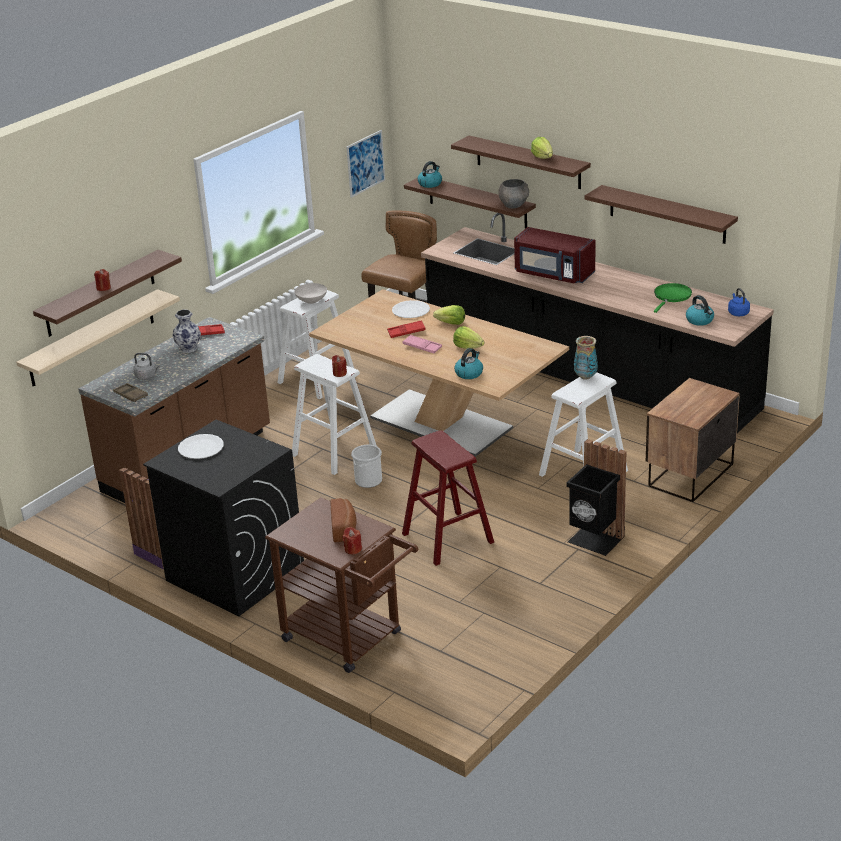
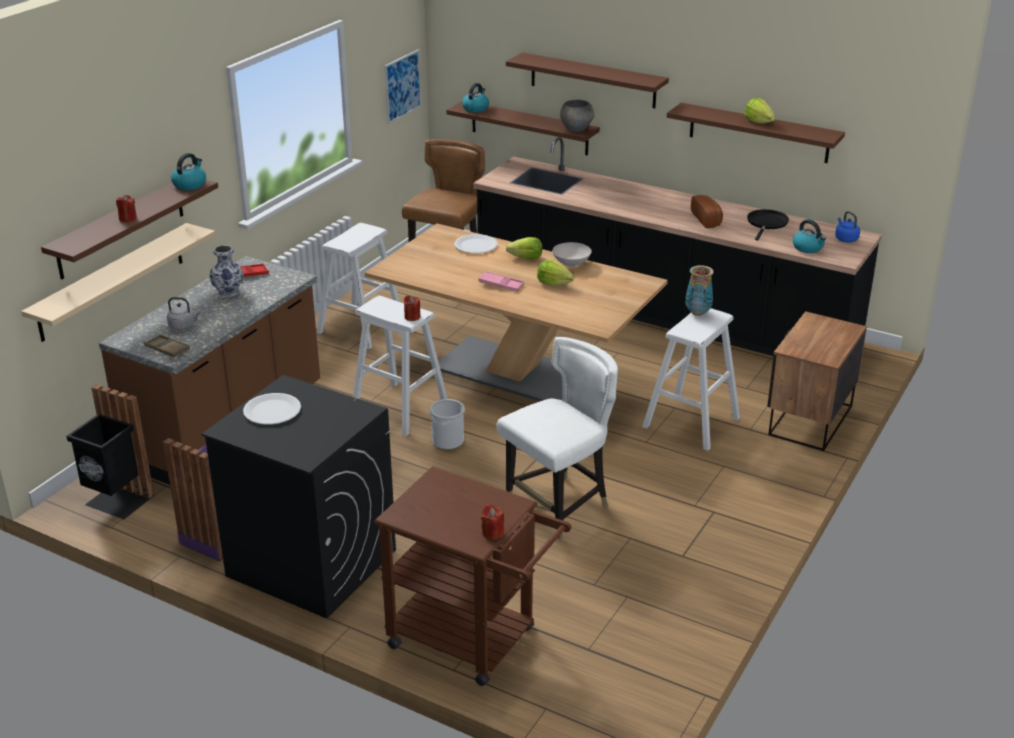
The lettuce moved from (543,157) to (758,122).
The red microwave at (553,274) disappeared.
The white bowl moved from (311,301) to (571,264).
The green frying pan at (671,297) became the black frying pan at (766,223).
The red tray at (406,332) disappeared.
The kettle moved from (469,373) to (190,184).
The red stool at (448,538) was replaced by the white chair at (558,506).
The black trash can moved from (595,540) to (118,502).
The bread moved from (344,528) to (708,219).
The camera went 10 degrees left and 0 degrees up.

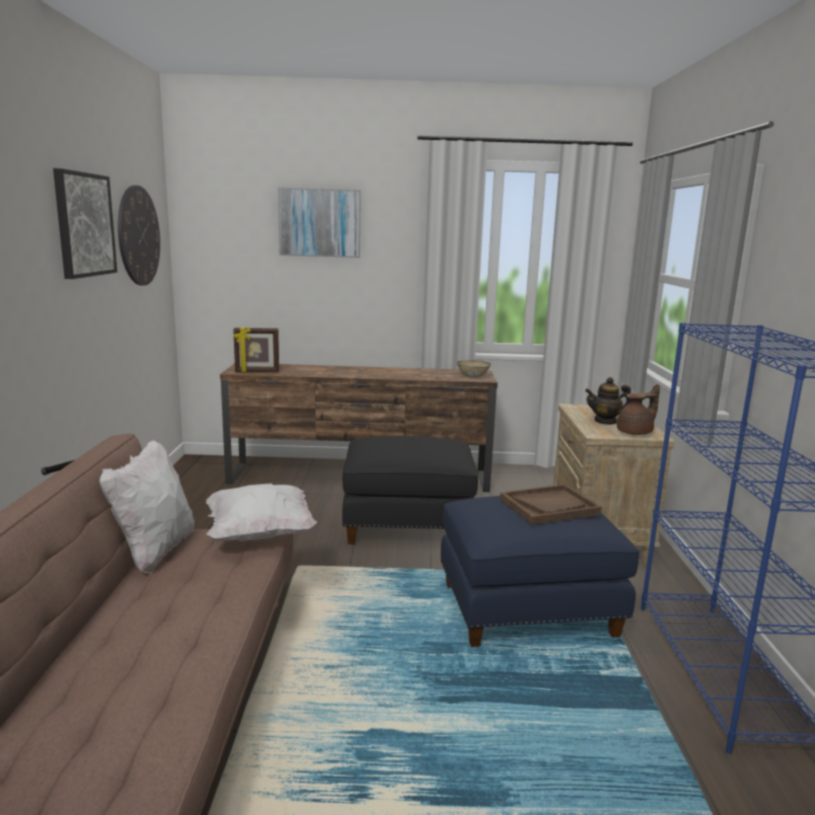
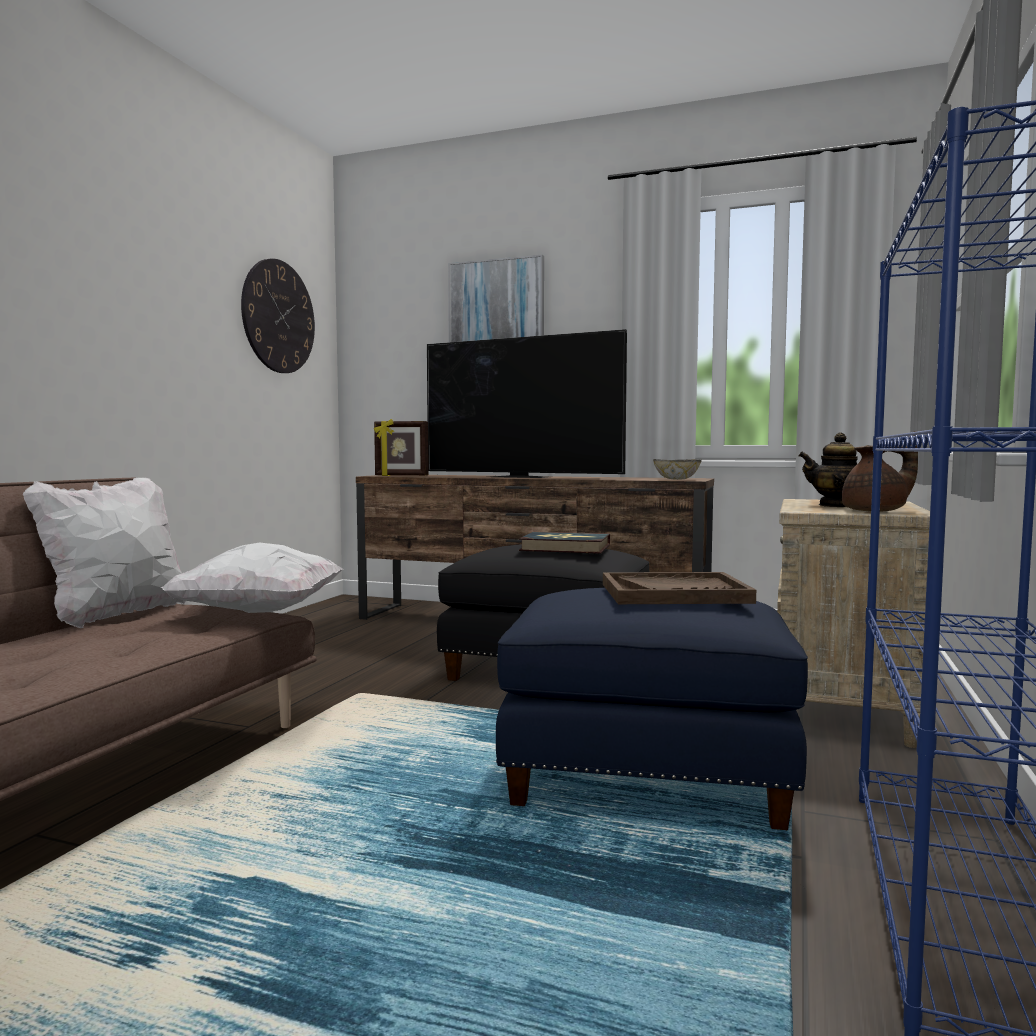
The picture at (84,225) disappeared.
The television at (520,476) appeared.
The book at (565,547) appeared.
The camera went 20 degrees right and 10 degrees down.

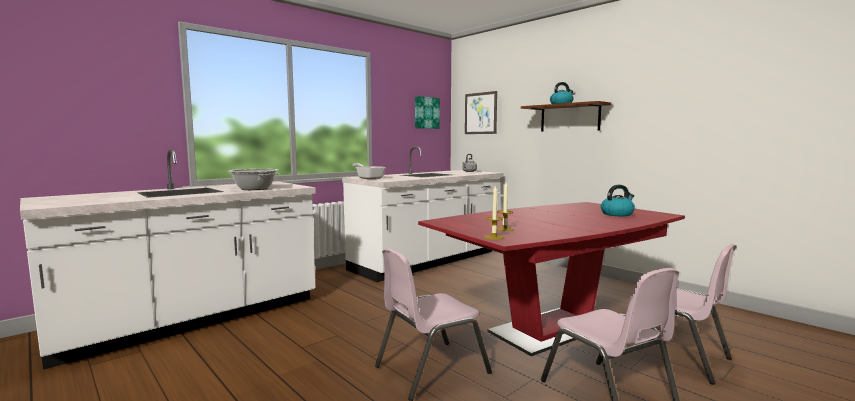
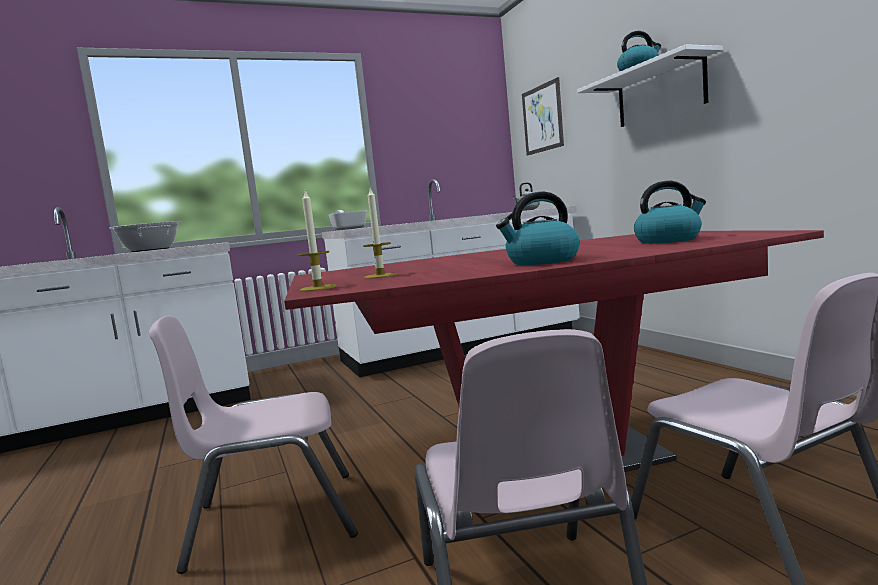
The picture at (426,112) disappeared.
The brown shelf at (569,118) became the white shelf at (660,93).
The kettle at (542,261) appeared.
The camera went 20 degrees right and 0 degrees up.

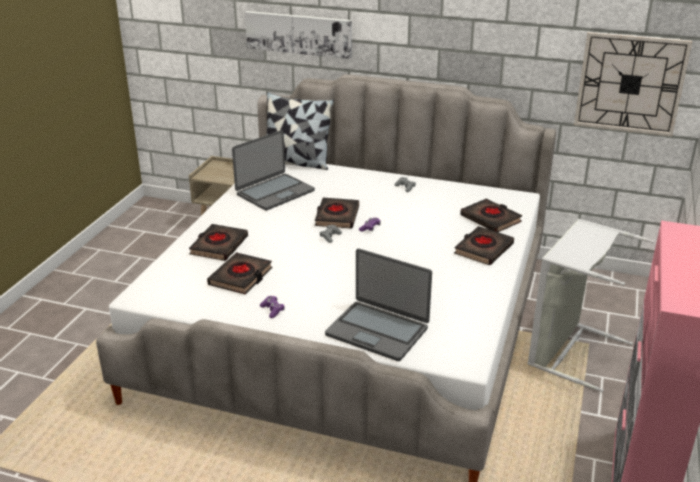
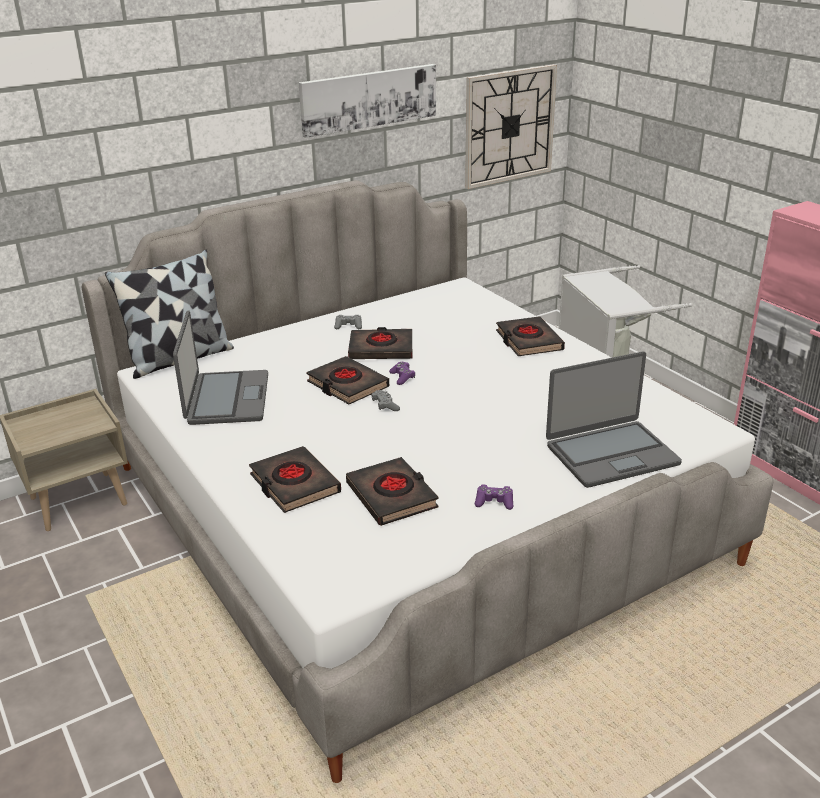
The picture moved from (299,34) to (368,99).
The black book moved from (490,219) to (381,349).
The camera went 50 degrees left and 0 degrees up.

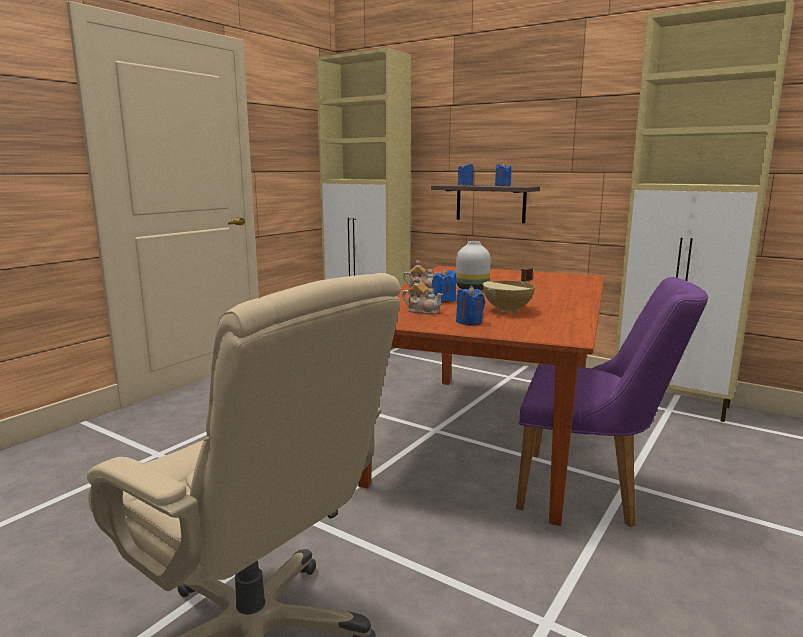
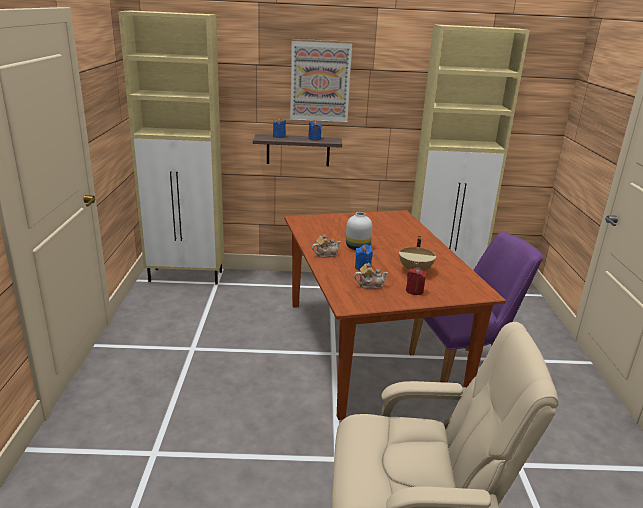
The blue candle at (469,322) became the red candle at (414,291).
The picture at (320,82) appeared.
The camera went 35 degrees left and 10 degrees up.

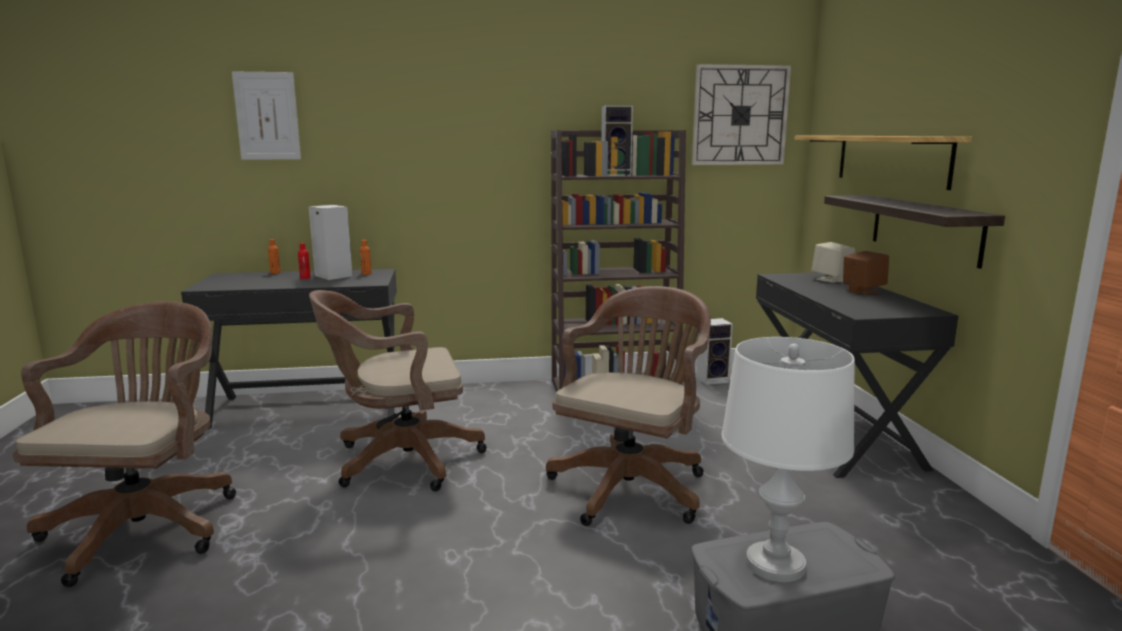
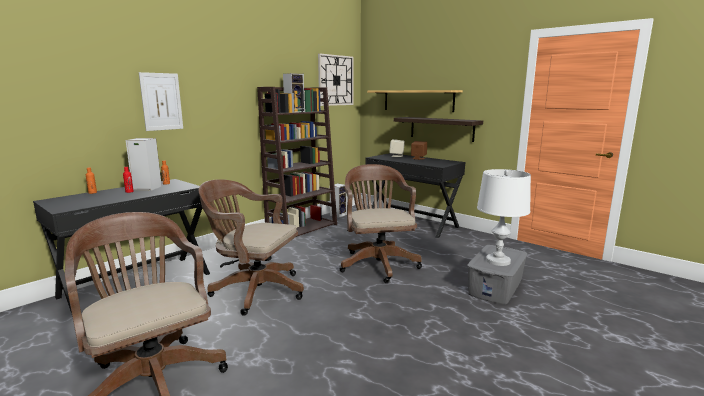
The picture moved from (267,116) to (161,101).
The brown office chair at (400,461) turned 75 degrees clockwise.
The camera went 40 degrees left and 0 degrees up.

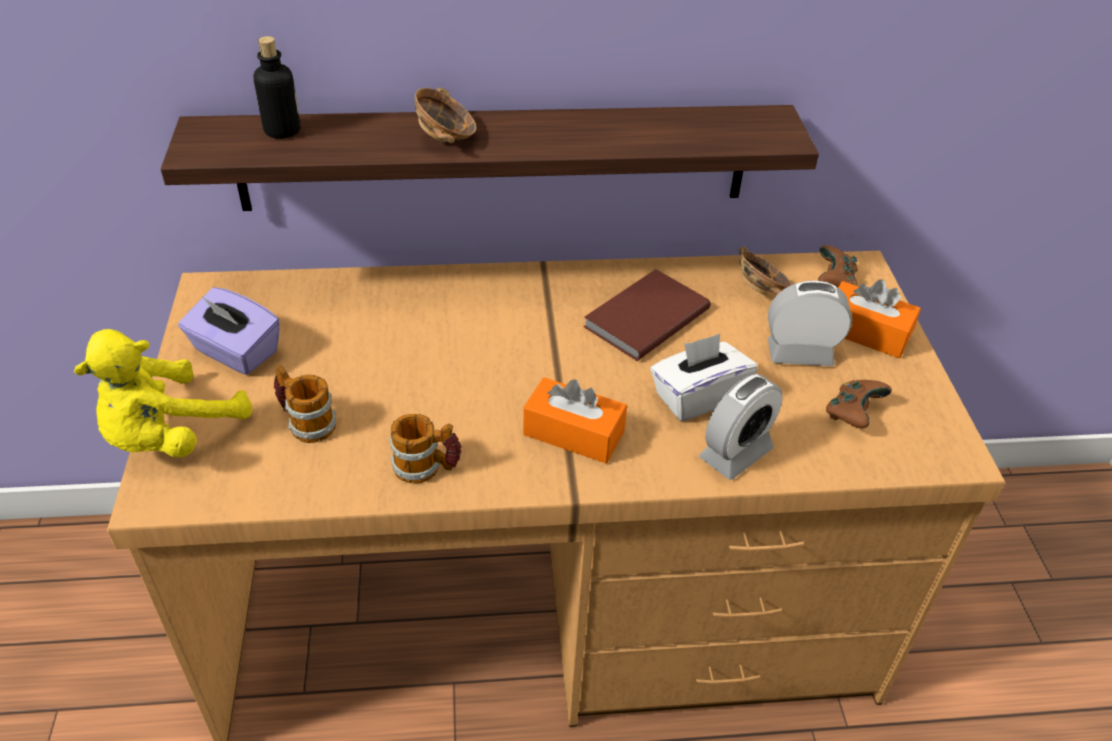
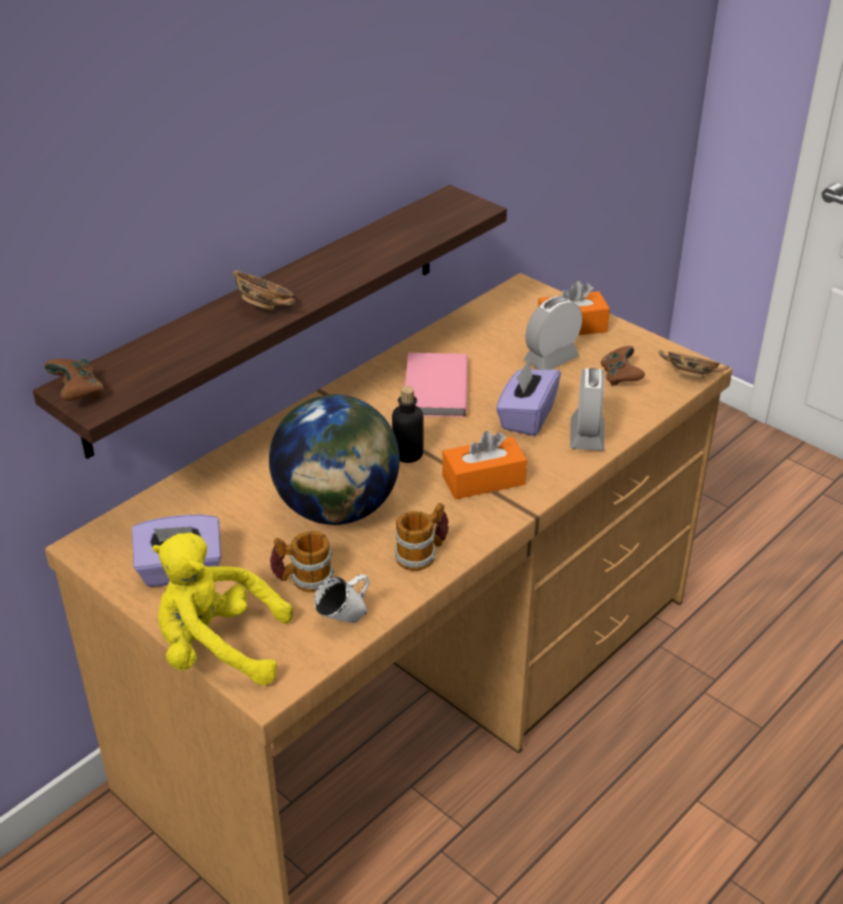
The bottle moved from (282,130) to (407,454).
The brown game controller moved from (834,282) to (78,393).
The bowl moved from (761,289) to (690,376).
The brown book at (643,317) became the pink book at (433,389).
The yellow plush toy at (170,436) turned 105 degrees clockwise.
The white tissue box at (697,397) became the purple tissue box at (526,417).
The globe at (337,509) appeared.
The white mug at (344,621) appeared.
The camera went 40 degrees left and 5 degrees down.

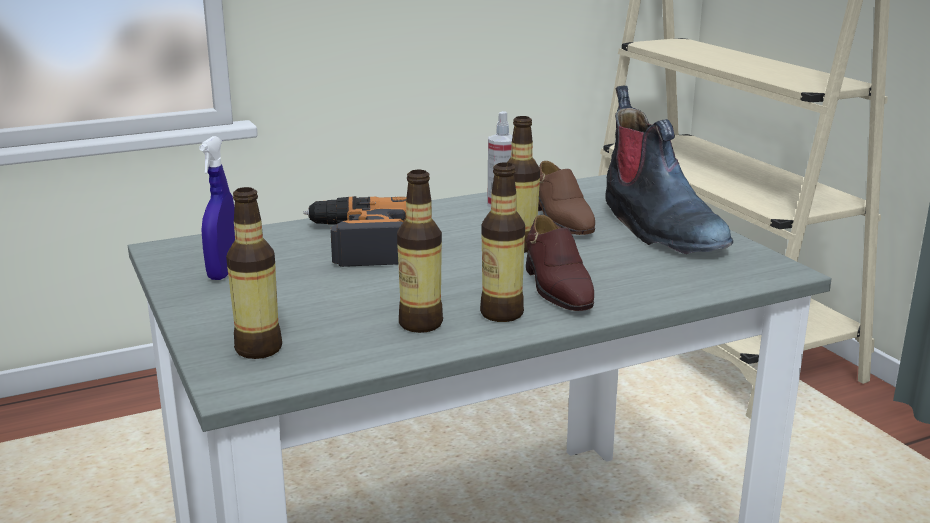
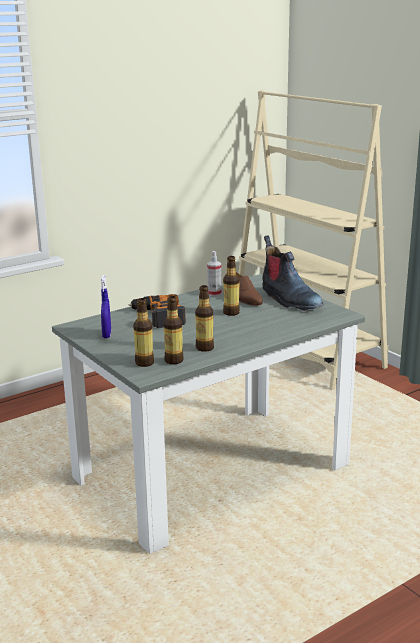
The bottle moved from (502,314) to (174,361).
The brown shoe at (557,287) disappeared.
The camera went 10 degrees left and 0 degrees up.

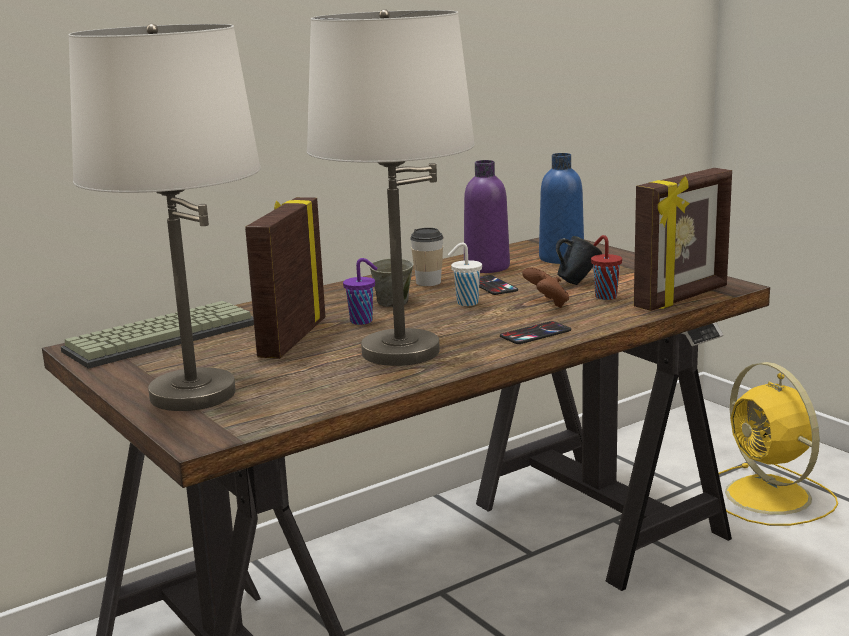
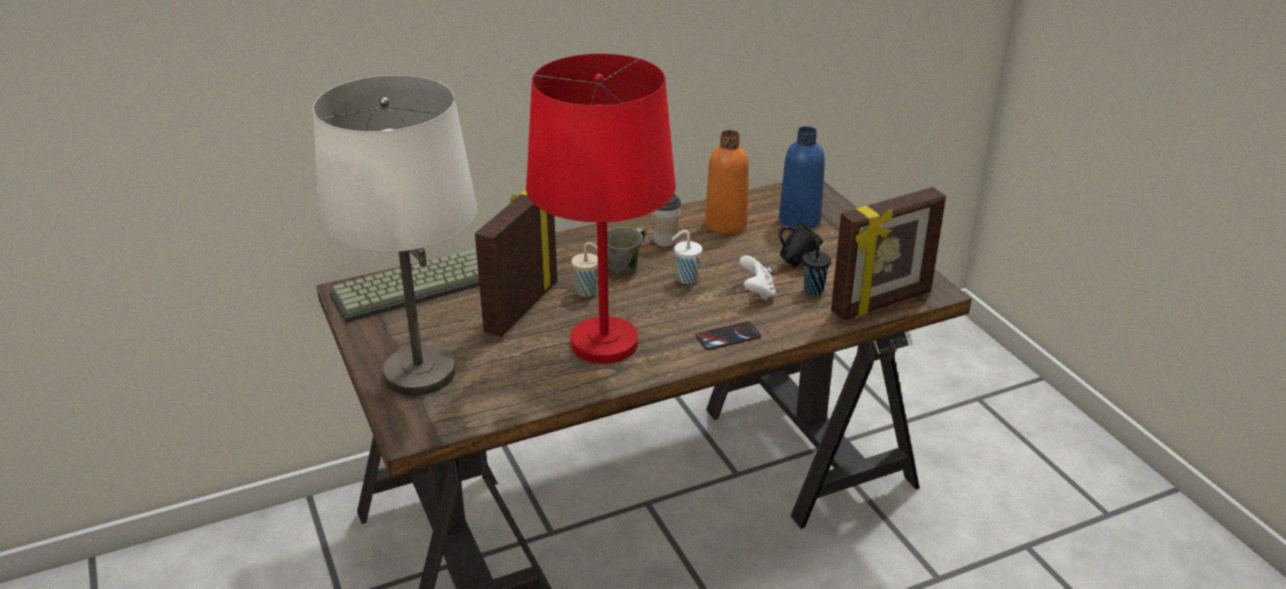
The white table lamp at (401,352) became the red table lamp at (604,344).
The purple bottle at (486,267) became the orange bottle at (726,224).
The red cup at (605,297) became the black cup at (813,289).
The purple cup at (363,321) became the beige cup at (588,292).
The brown game controller at (547,304) became the white game controller at (756,292).
The phone at (492,286) disappeared.
The yellow fan at (770,497) disappeared.
The camera went 10 degrees right and 15 degrees up.

